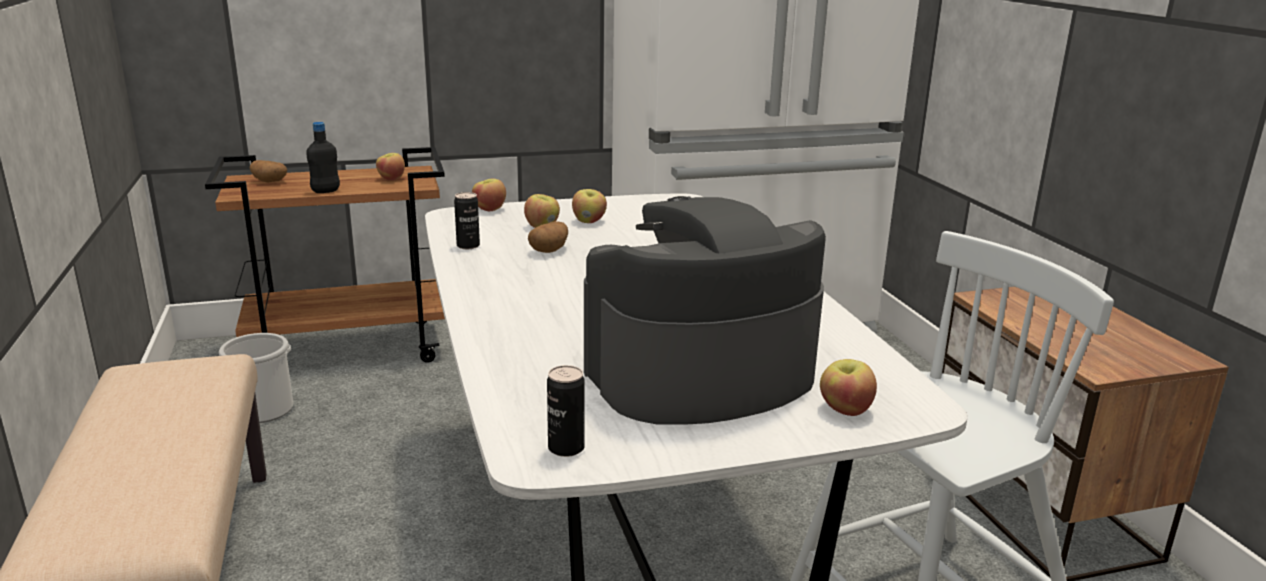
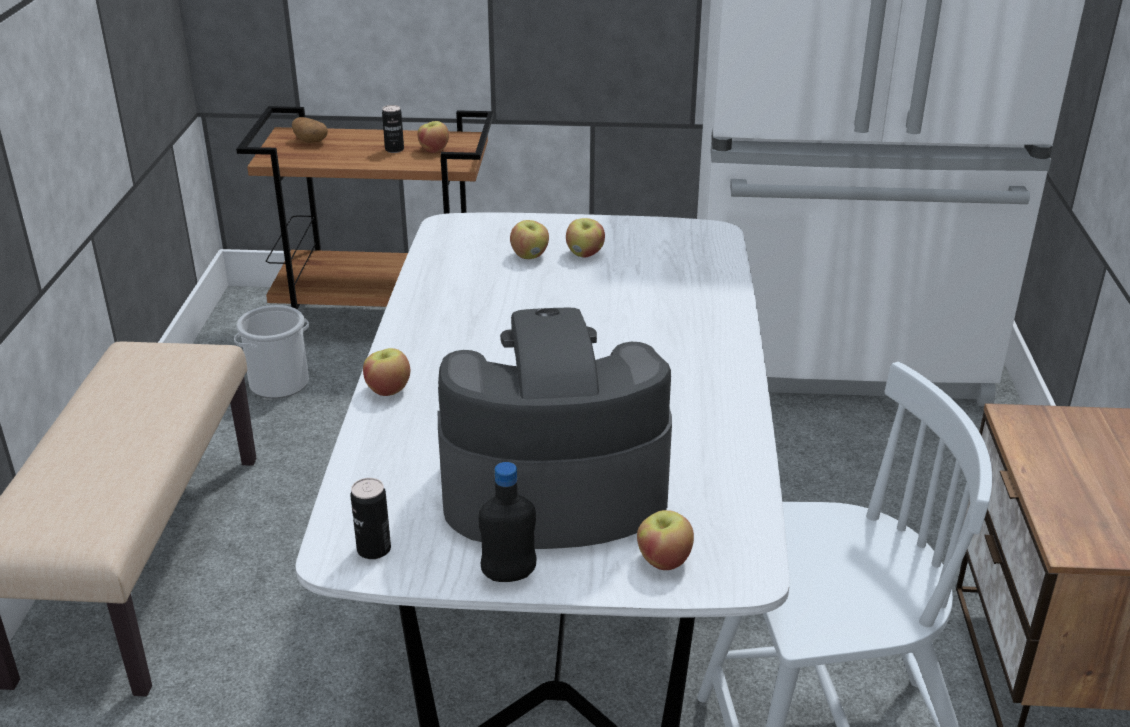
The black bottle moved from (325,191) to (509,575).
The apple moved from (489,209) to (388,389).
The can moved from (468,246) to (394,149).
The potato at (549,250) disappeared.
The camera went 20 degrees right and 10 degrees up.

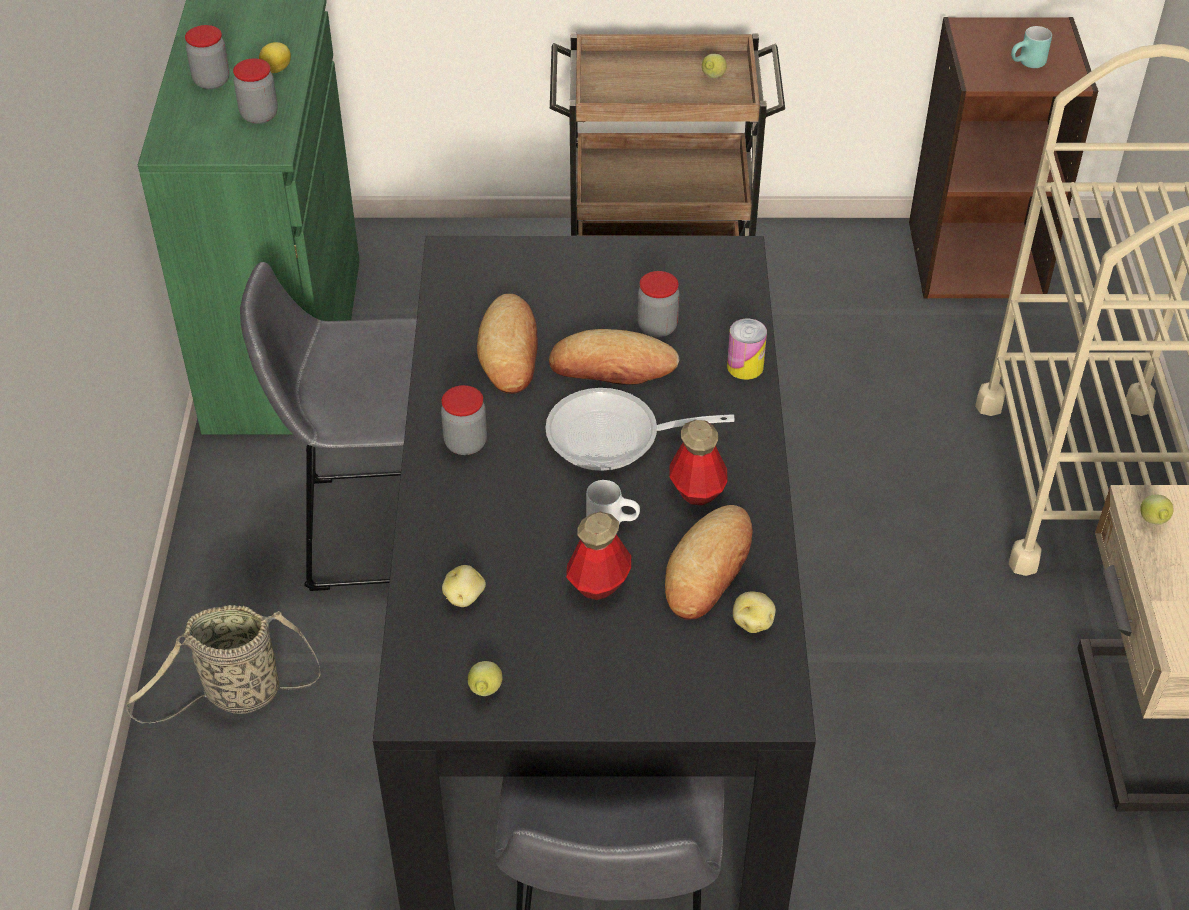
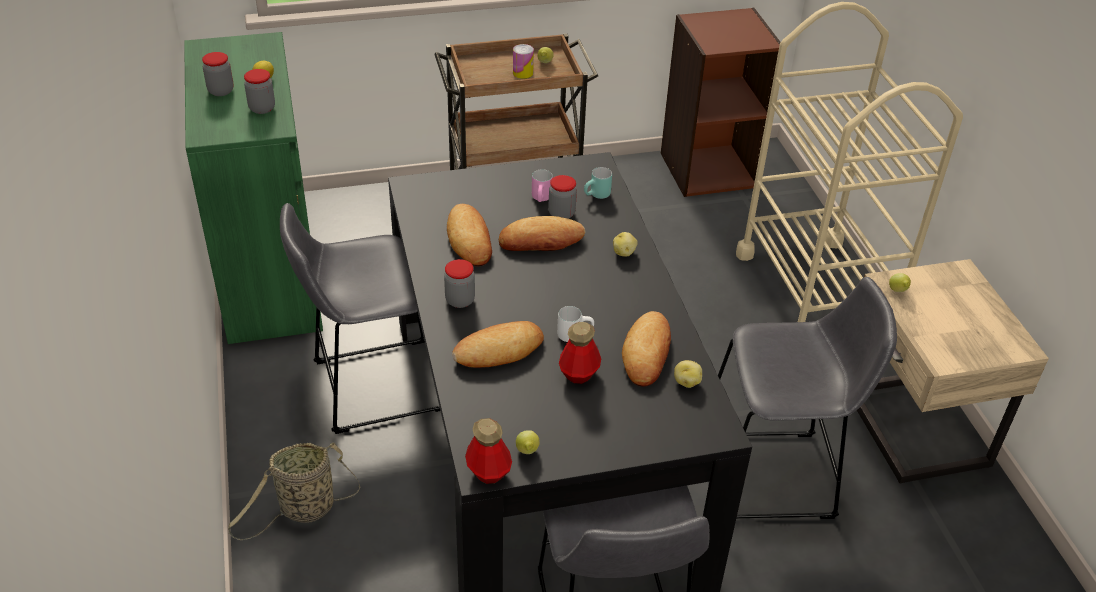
The turquoise mug moved from (1028,65) to (597,196).
The can moved from (745,367) to (523,73).
The frying pan at (613,437) disappeared.
The bottle moved from (697,490) to (488,471).
The potato moved from (465,597) to (624,252).
The pink mug at (542,199) appeared.
The grey stool at (773,477) appeared.
The bread at (499,350) appeared.
The camera went 15 degrees left and 5 degrees down.

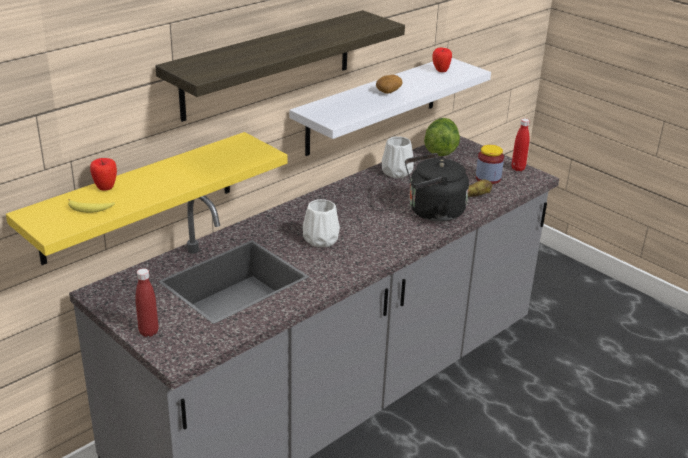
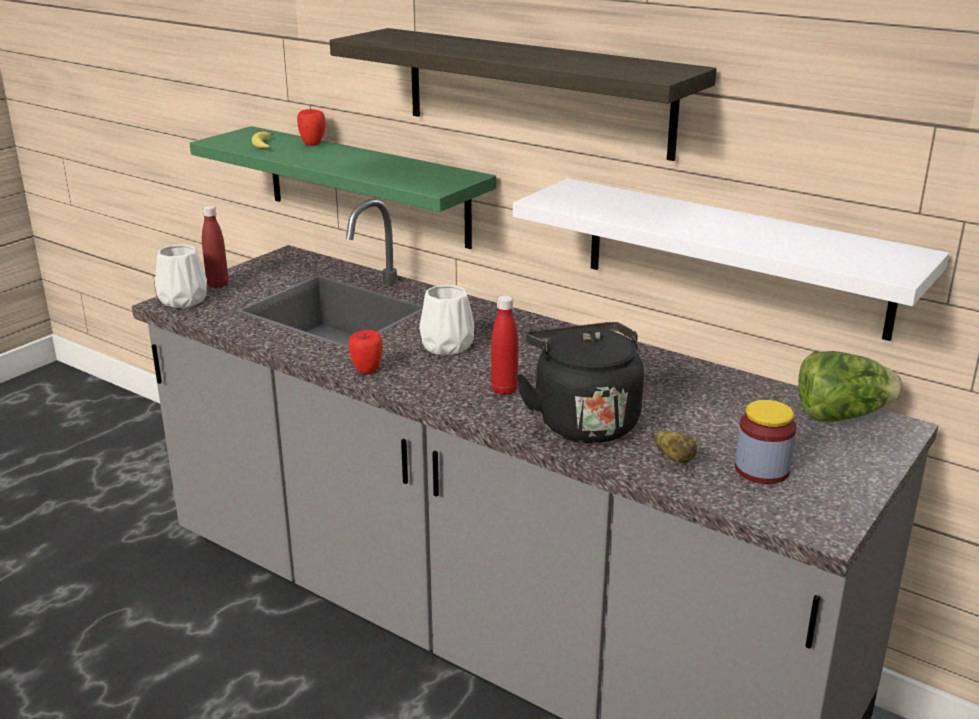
The apple moved from (440,71) to (367,370).
The potato at (388,91) disappeared.
The red bottle moved from (518,168) to (504,390).
The yellow shelf at (138,197) became the green shelf at (366,186).
The white vase moved from (396,173) to (182,300).
The camera went 80 degrees right and 5 degrees down.

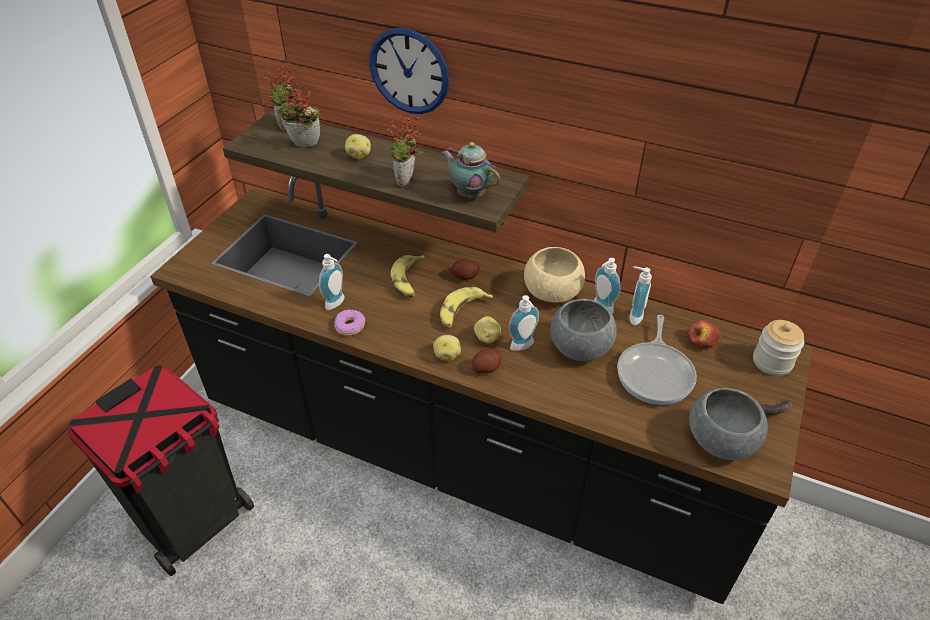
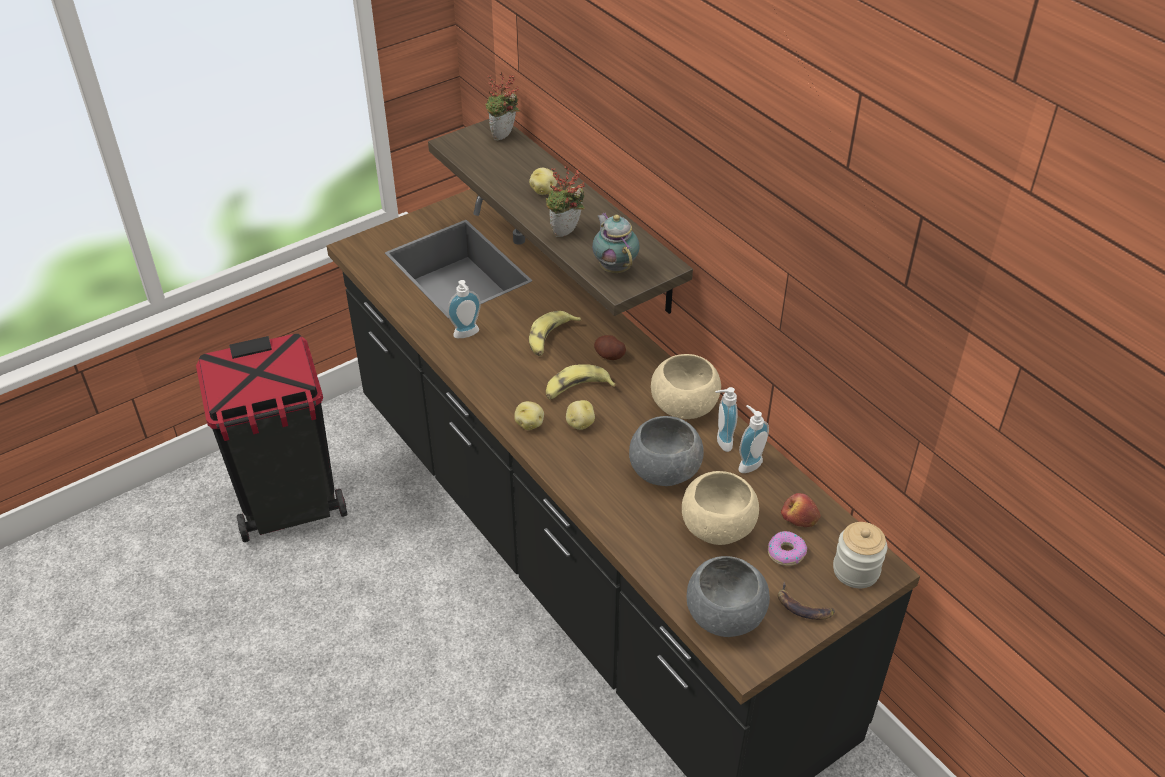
The wall clock at (409,71) disappeared.
The potted plant at (304,146) disappeared.
The soap dispenser at (523,347) disappeared.
The donut moved from (350,326) to (786,552).
The frying pan at (655,373) was replaced by the beige bowl at (718,527).
The potato at (486,368) disappeared.
The camera went 30 degrees right and 0 degrees up.

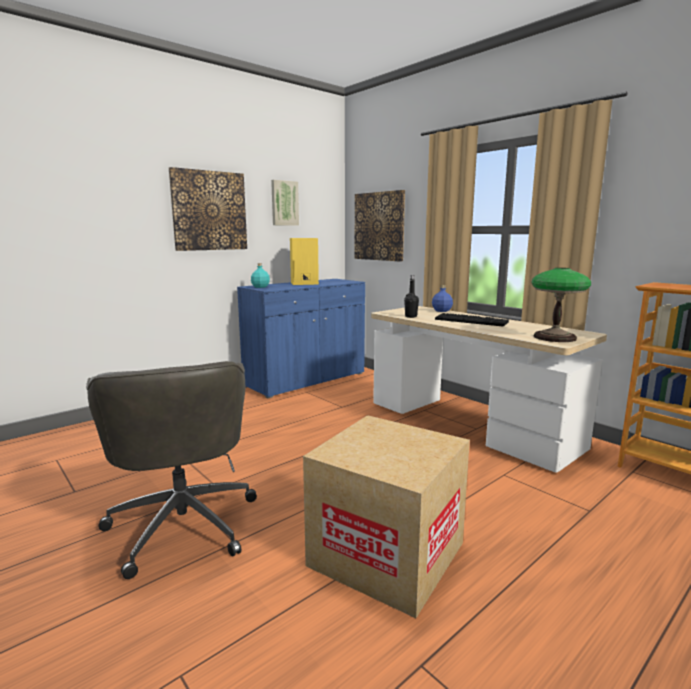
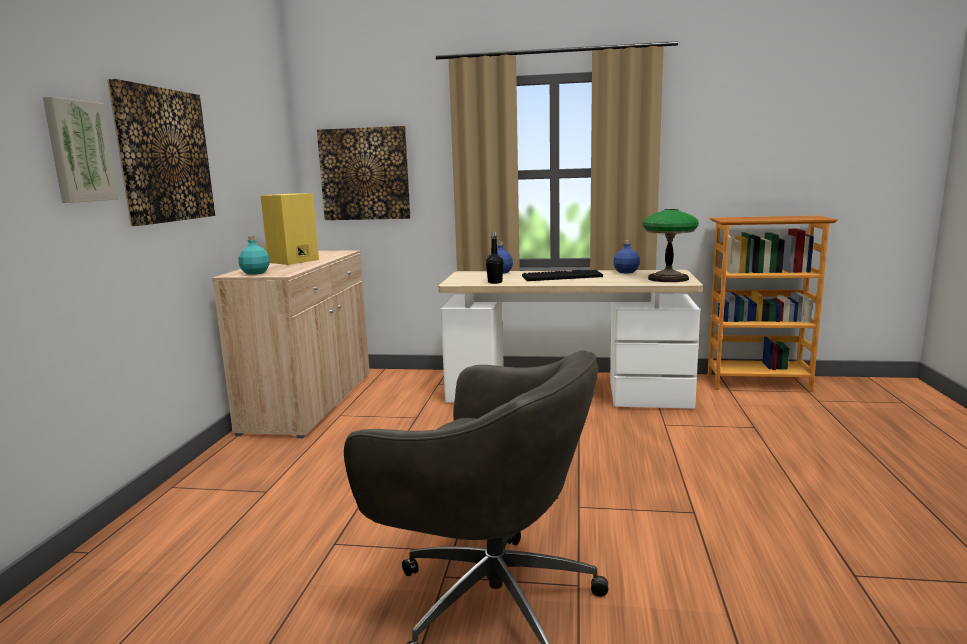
The picture moved from (284,203) to (79,151).
The blue cabinet at (306,380) became the beige cabinet at (310,402).
The cardboard box at (387,554) disappeared.
The blue bottle at (626,272) appeared.
The camera went 40 degrees left and 0 degrees up.

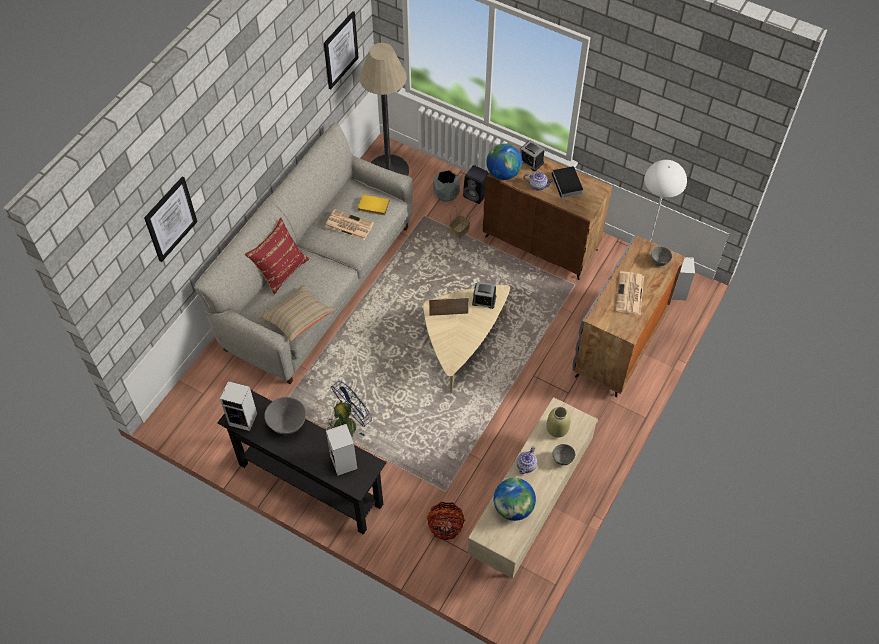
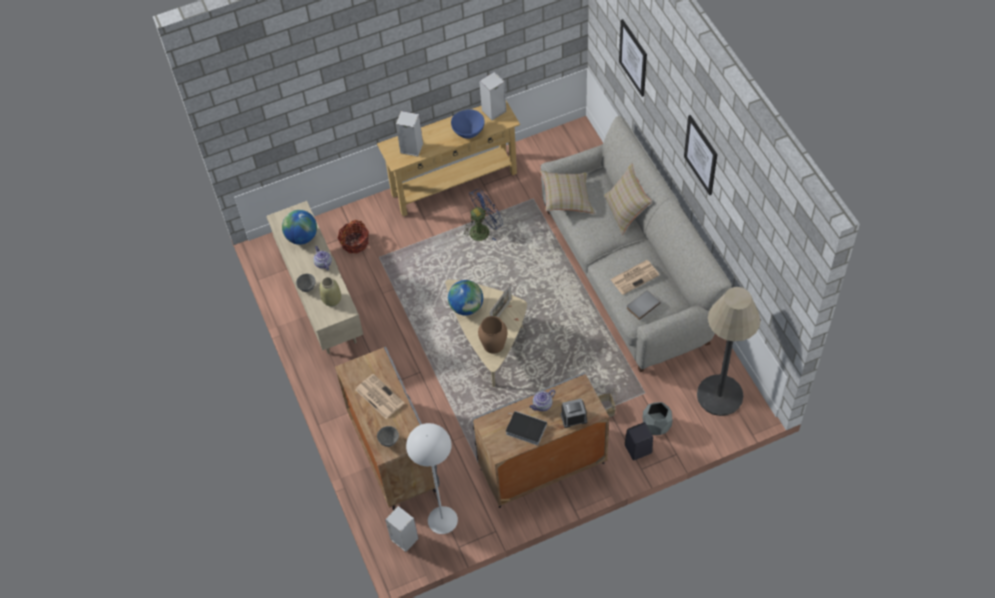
The picture moved from (340,50) to (701,155).
The brown cabinet at (541,243) became the grey cabinet at (541,466).
The globe moved from (503,173) to (466,307).
The yellow book at (373,206) became the grey book at (642,305).
The red pillow at (280,269) became the beige pillow at (626,211).
The alarm clock at (484,300) was replaced by the brown vase at (493,344).
The blue fan at (348,423) turned 120 degrees counterclockwise.
The black console table at (310,485) became the beige console table at (454,183).
The grey bowl at (287,424) became the blue bowl at (468,132).
The camera went 130 degrees right and 0 degrees up.

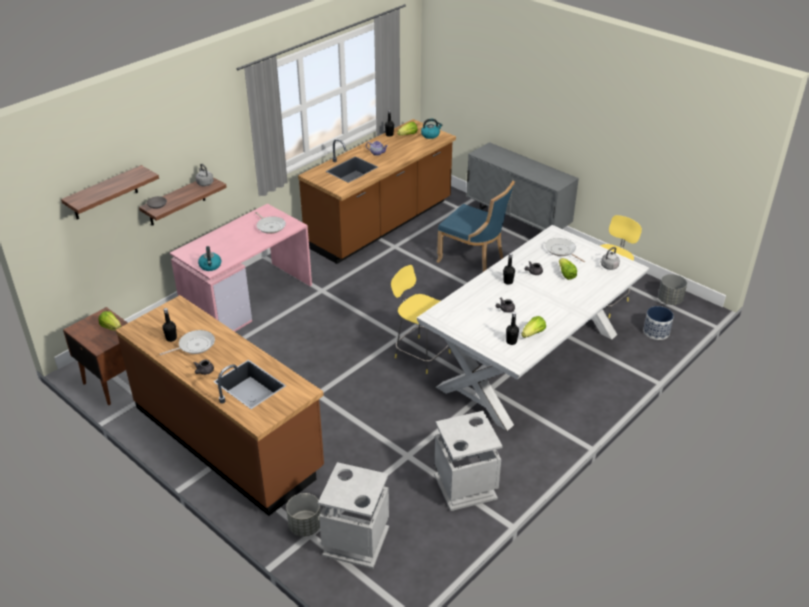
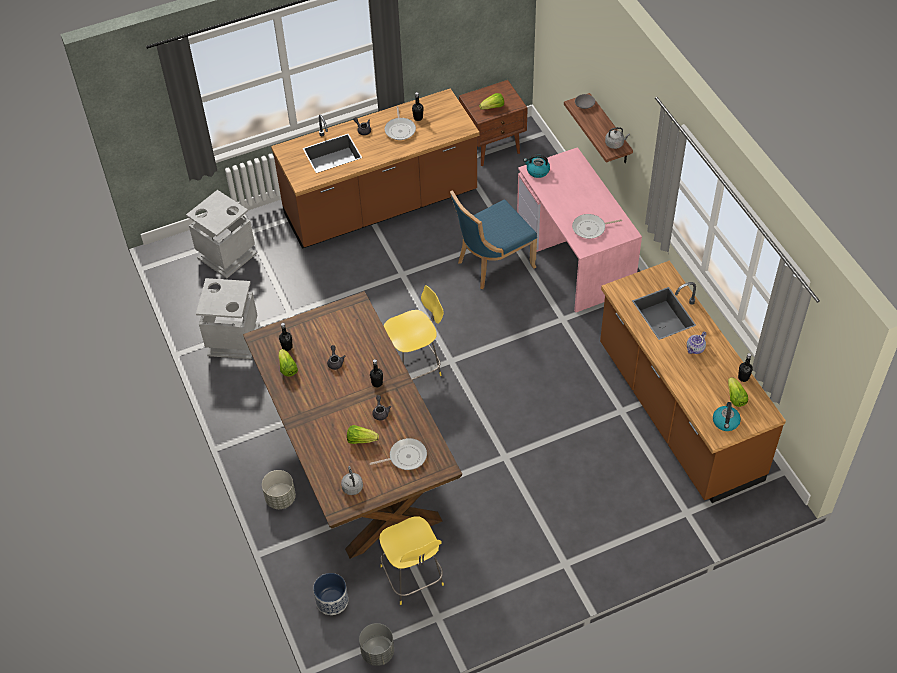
The grey cabinet at (517,227) disappeared.
The shelf at (105,193) disappeared.
The blue chair moved from (473,259) to (492,264).
The white dining table at (529,360) became the brown dining table at (355,455).
The grey planter moved from (305,526) to (281,498).
The camera went 115 degrees right and 15 degrees up.

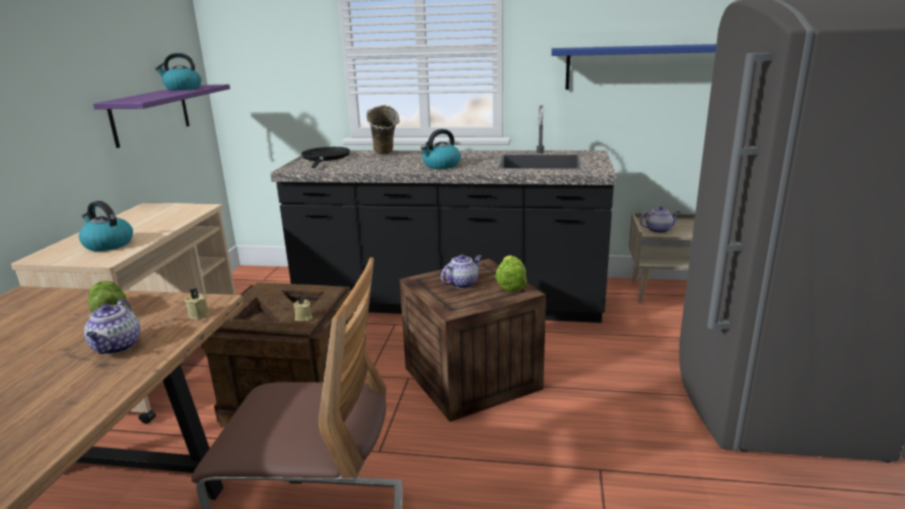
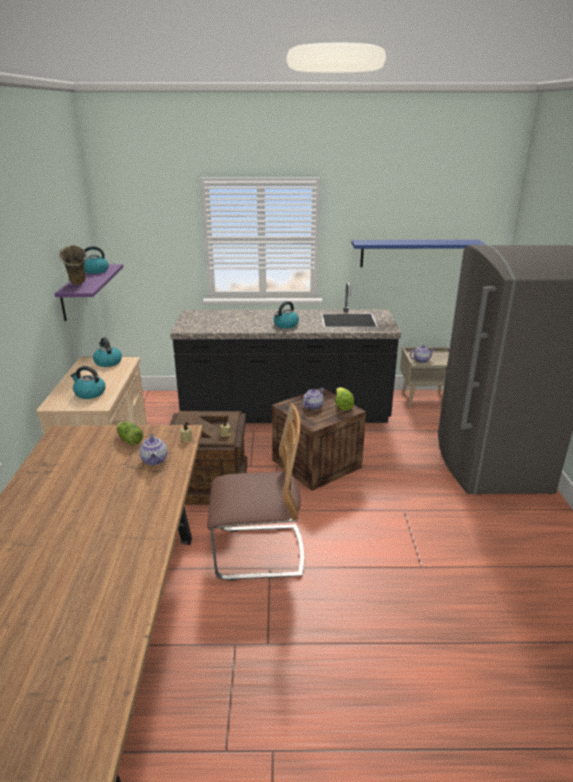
The beige vase moved from (385,156) to (78,286).
The black frying pan at (325,158) disappeared.
The kettle at (108,362) appeared.
The camera went 10 degrees left and 5 degrees up.

